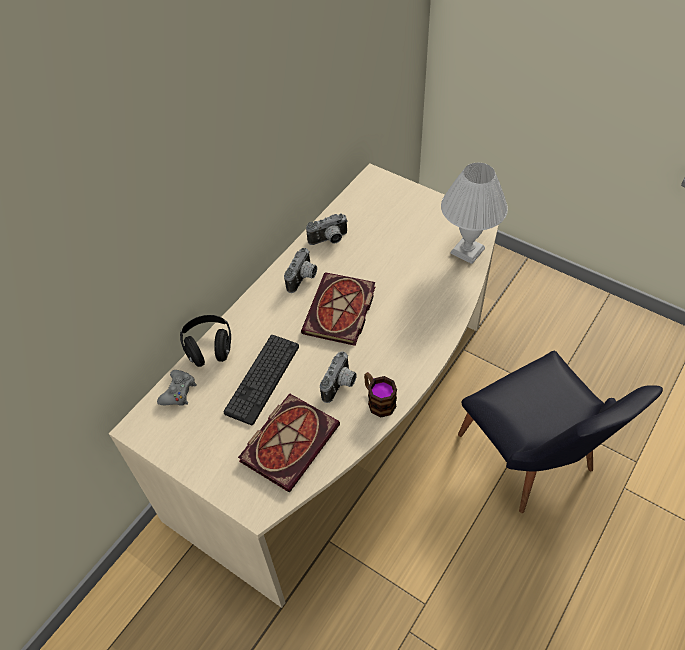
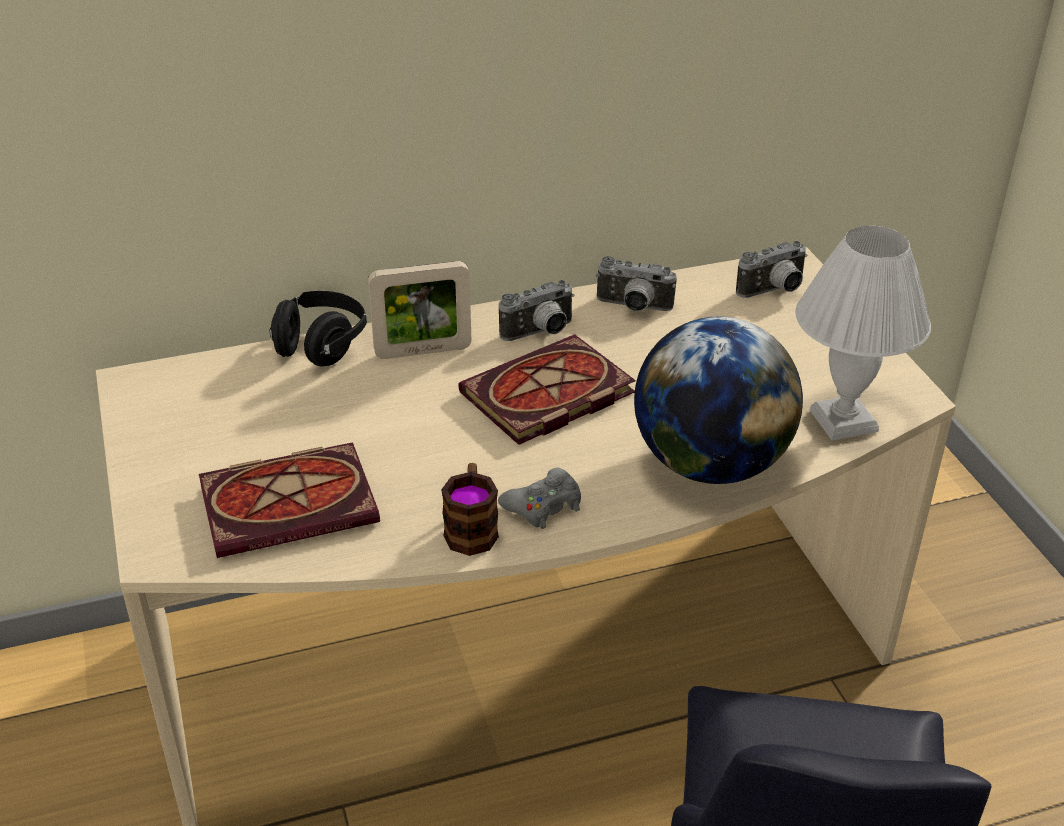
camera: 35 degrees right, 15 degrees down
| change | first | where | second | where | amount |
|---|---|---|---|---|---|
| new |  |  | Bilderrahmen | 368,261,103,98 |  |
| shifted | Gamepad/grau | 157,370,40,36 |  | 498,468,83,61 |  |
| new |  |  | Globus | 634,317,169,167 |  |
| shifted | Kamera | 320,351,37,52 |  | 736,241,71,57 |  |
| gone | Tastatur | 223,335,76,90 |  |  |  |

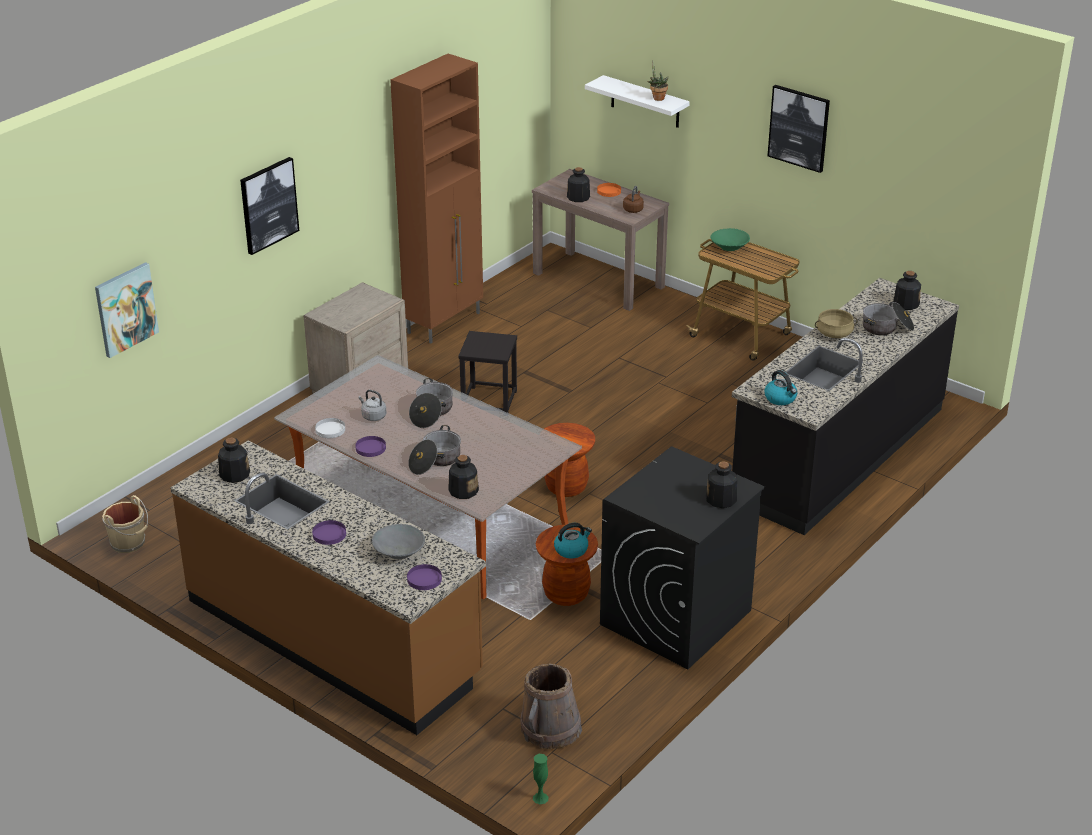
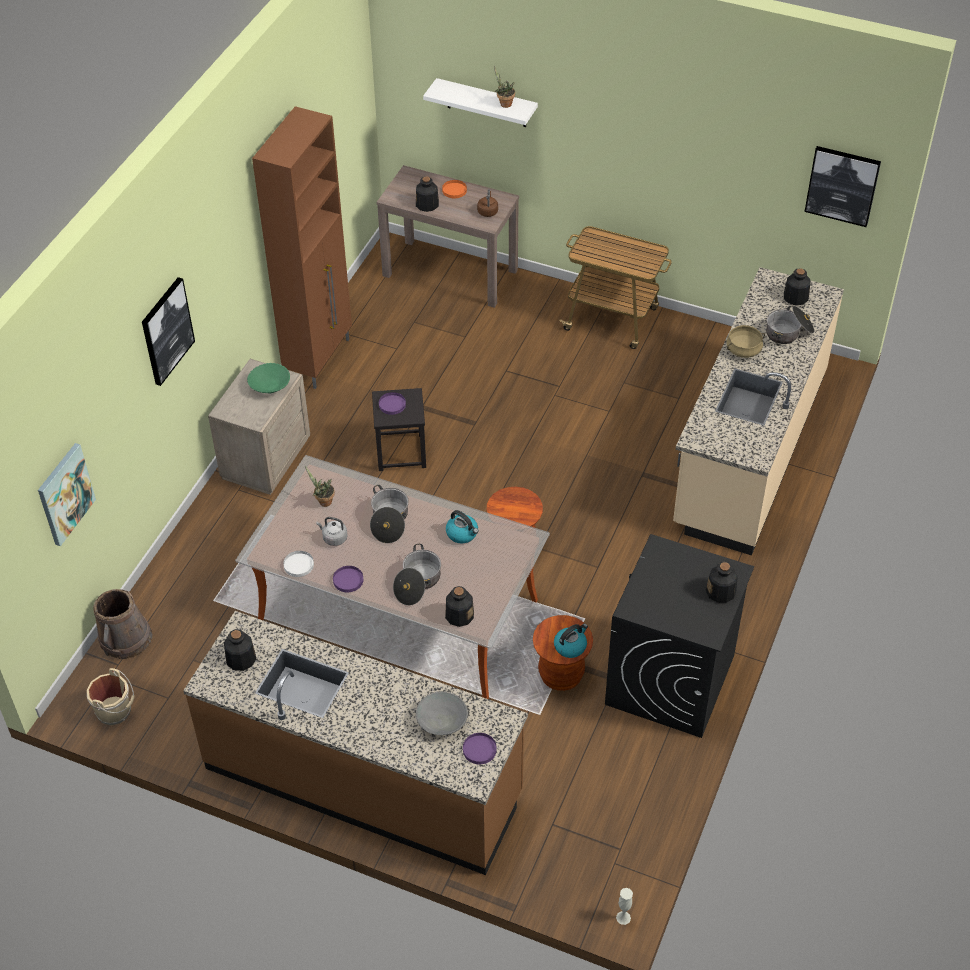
camera: 15 degrees left, 15 degrees up
| change | first | where | second | where | amount |
|---|---|---|---|---|---|
| shifted | Eimer/braun | 520,664,62,85 |  | 93,589,60,70 |  |
| shifted | Schüssel/grün | 710,228,40,23 |  | 247,363,43,30 |  |
| new |  |  | Topfpflanze | 305,466,30,41 |  |
| shifted | Teller/lila | 312,520,34,25 |  | 379,392,27,23 |  |
| shifted | Wasserkessel | 764,370,33,35 |  | 446,510,32,33 |  |
| repainted | Vase/grün | 533,754,15,50 | Vase/weiß | 616,888,17,37 |  |
| repainted | Küchenzeile/schwarz | 732,278,227,257 | Küchenzeile/beige | 673,267,171,288 |  |
| shifted | Bild | 767,85,63,88 |  | 804,146,77,81 |  |

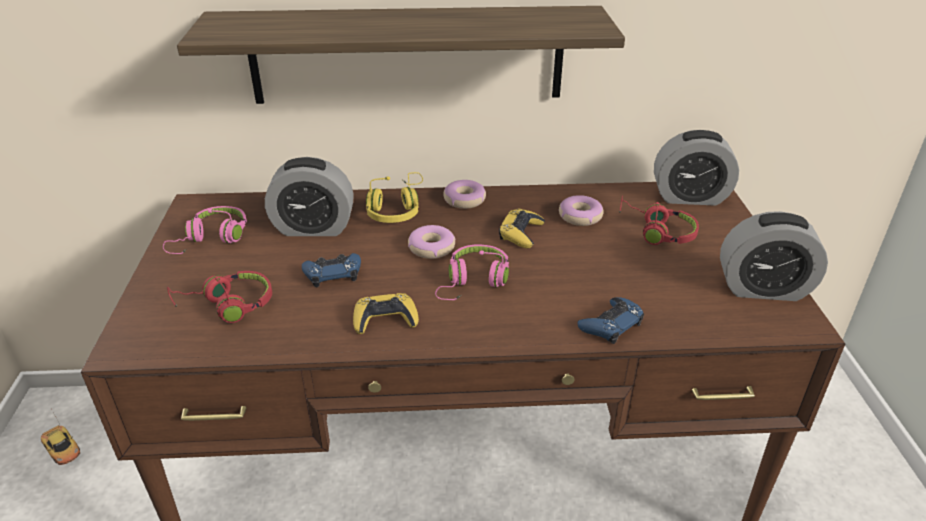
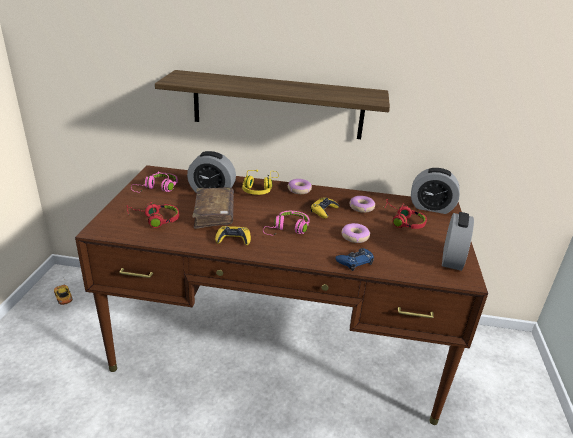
camera: 10 degrees right, 5 degrees down
| change | first | where | second | where | amount |
|---|---|---|---|---|---|
| swapped | Gamepad/blau | 302,253,59,34 | Buch/braun | 192,187,42,42 |  |
| shifted | Donut | 408,225,47,34 |  | 342,223,28,20 |  |
| rotated | Wecker | 720,211,108,90 |  | 442,212,32,59 | 90 degrees counterclockwise |

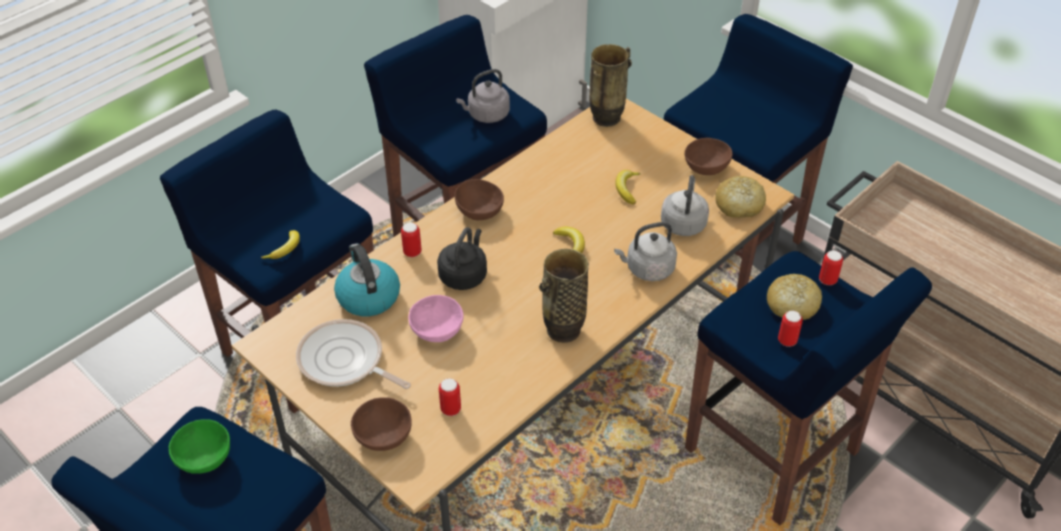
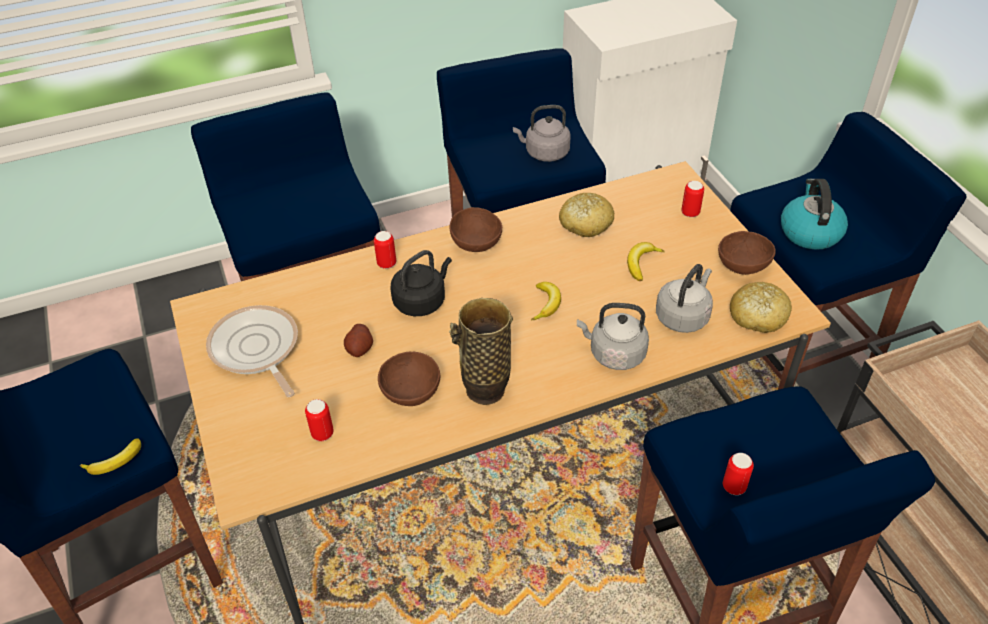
camera: 25 degrees right, 0 degrees up
| change | first | where | second | where | amount |
|---|---|---|---|---|---|
| shifted | Banane | 261,230,39,29 |  | 80,438,61,37 |  |
| swapped | Schüssel/rosa | 408,295,56,47 | Kartoffel | 344,324,29,33 |  |
| shifted | Schüssel/braun | 351,397,61,54 |  | 378,352,62,54 |  |
| shifted | Brot | 767,274,55,46 |  | 559,193,55,44 |  |
| shifted | Dose | 819,250,24,35 |  | 681,181,23,36 |  |
| shifted | Wasserkessel | 334,243,66,73 |  | 781,179,67,71 |  |
| gone | Schüssel/grün | 169,419,61,55 |  |  |  |
| gone | Vase | 589,44,43,83 |  |  |  |

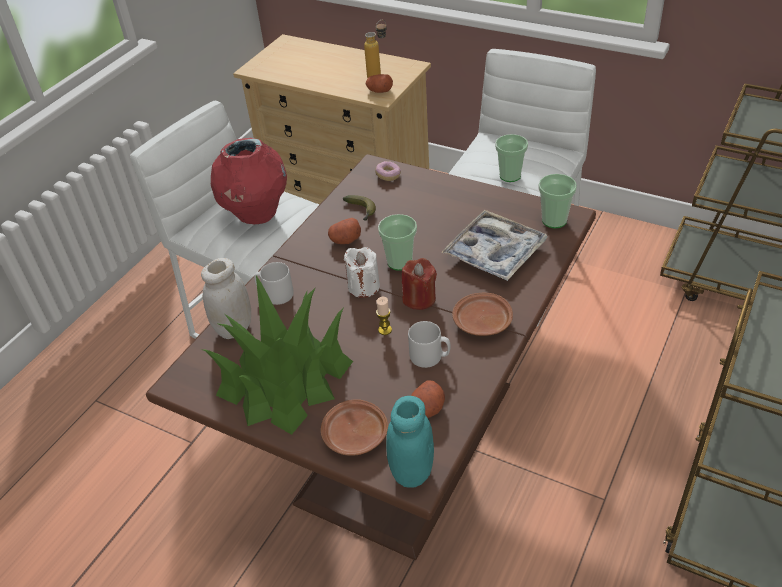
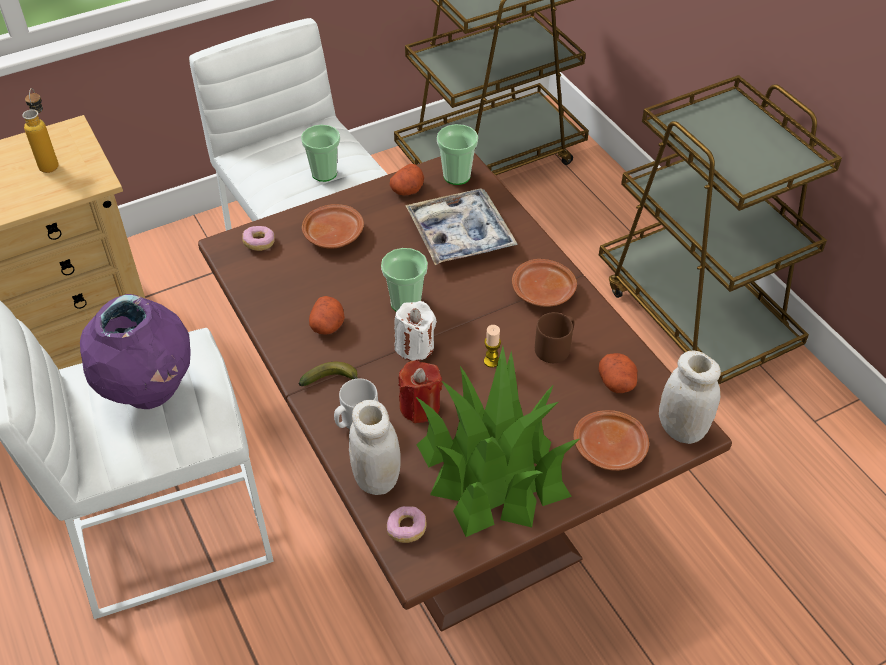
camera: 60 degrees left, 5 degrees up
| change | first | where | second | where | amount |
|---|---|---|---|---|---|
| repainted | Vase/rot | 211,138,76,86 | Vase/lila | 80,294,111,115 |  |
| shifted | Banane | 343,195,33,26 |  | 299,362,59,24 |  |
| new |  |  | Teller/braun | 302,204,62,45 |  |
| new |  |  | Donut | 387,506,40,37 |  |
| shifted | Kartoffel | 366,74,27,19 |  | 390,164,34,32 |  |
| shifted | Kerze/rot | 402,258,35,52 |  | 398,360,45,63 |  |
| repainted | Henkelbecher/grau | 408,321,42,47 | Henkelbecher/braun | 535,312,39,51 |  |
| repainted | Vorratsglas/türkis | 386,396,48,92 | Vorratsglas/weiß | 659,351,62,93 |  |

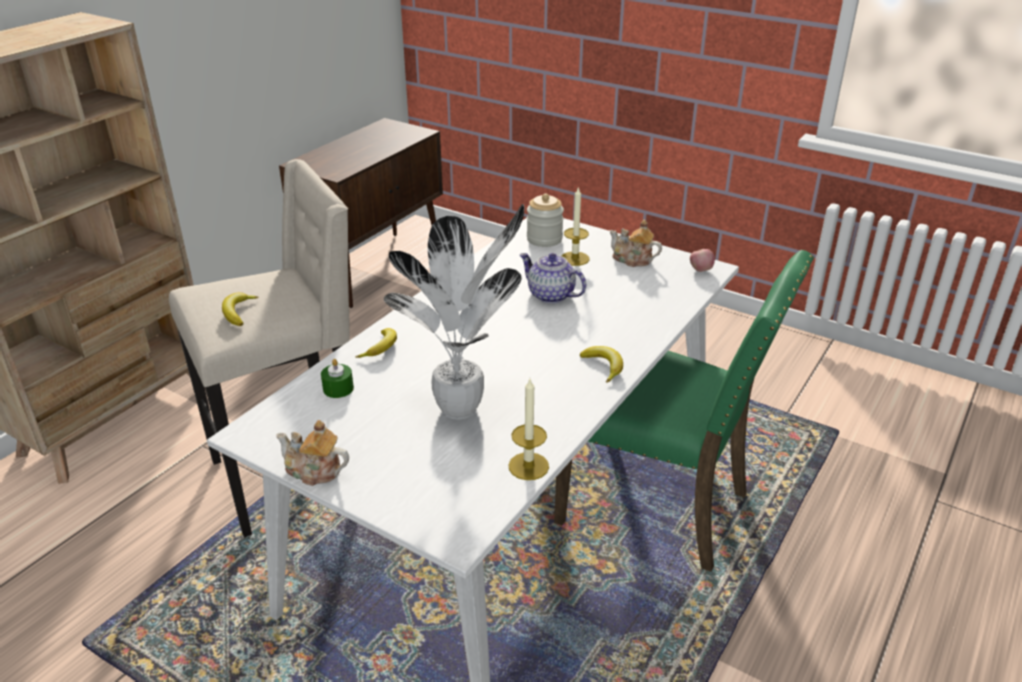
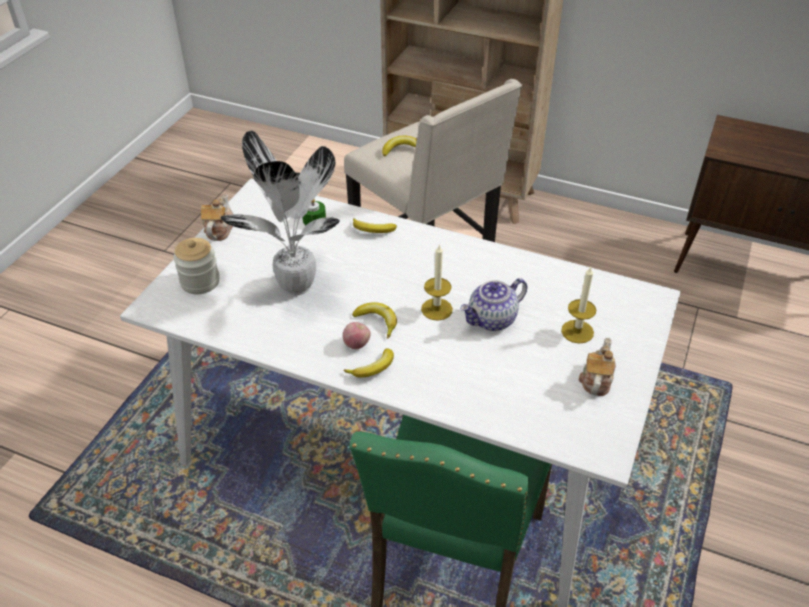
camera: 80 degrees right, 10 degrees up
| change | first | where | second | where | amount |
|---|---|---|---|---|---|
| shifted | Vorratsglas | 527,193,37,54 |  | 173,238,47,56 |  |
| shifted | Apfel | 690,249,25,23 |  | 343,322,28,27 |  |
| new |  |  | Banane | 352,302,45,36 |  |
| shifted | Kerze | 508,379,41,101 |  | 421,244,32,77 |  |
| rotated | Teekanne | 519,253,67,51 |  | 460,278,67,53 | 150 degrees counterclockwise |

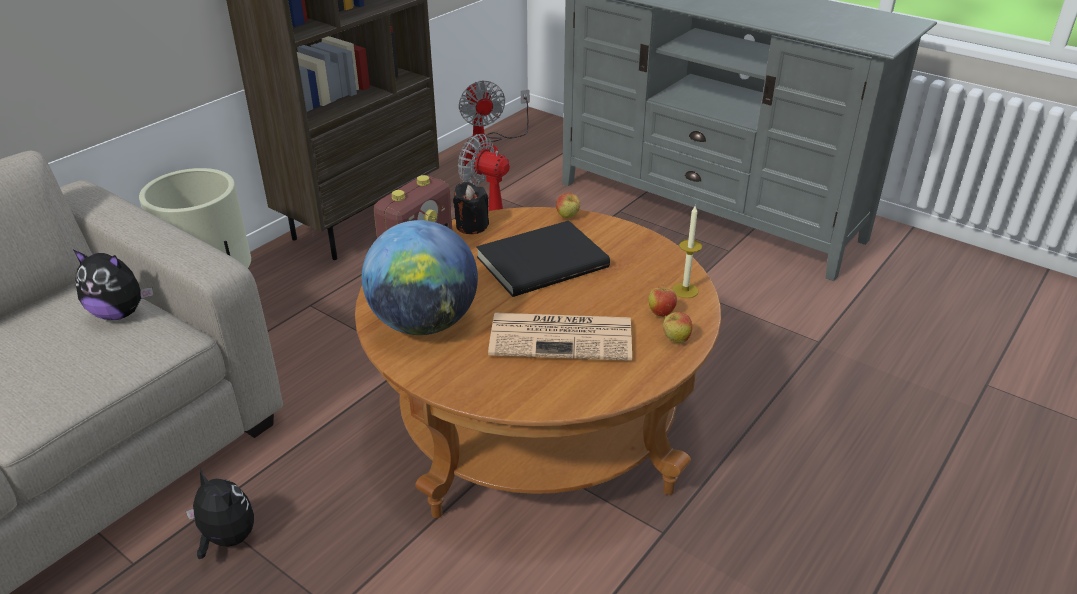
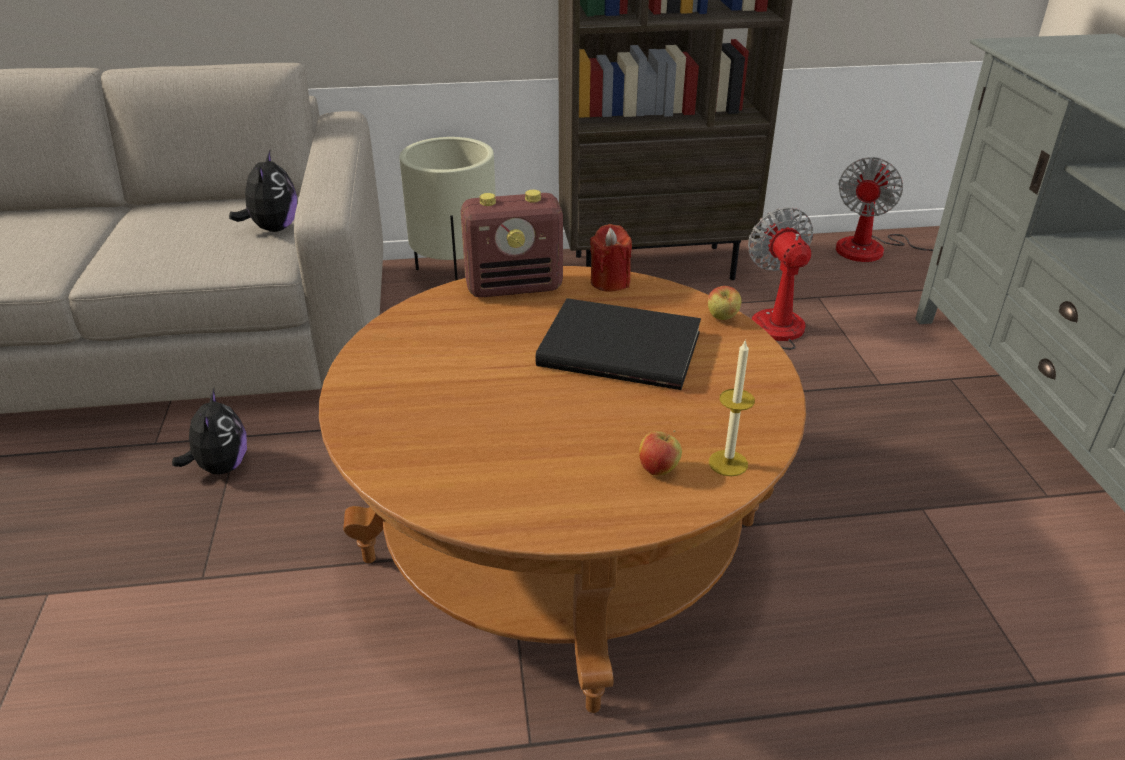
camera: 45 degrees right, 0 degrees up
| change | first | where | second | where | amount |
|---|---|---|---|---|---|
| rotated | Plüschtier | 74,250,79,70 |  | 229,150,68,82 | 150 degrees counterclockwise |
| repainted | Kerze/schwarz | 453,182,36,52 | Kerze/rot | 590,224,42,68 |  |
| gone | Globus | 362,220,116,115 |  |  |  |
| gone | Zeitung | 488,313,144,48 |  |  |  |
| gone | Apfel | 663,312,29,31 |  |  |  |

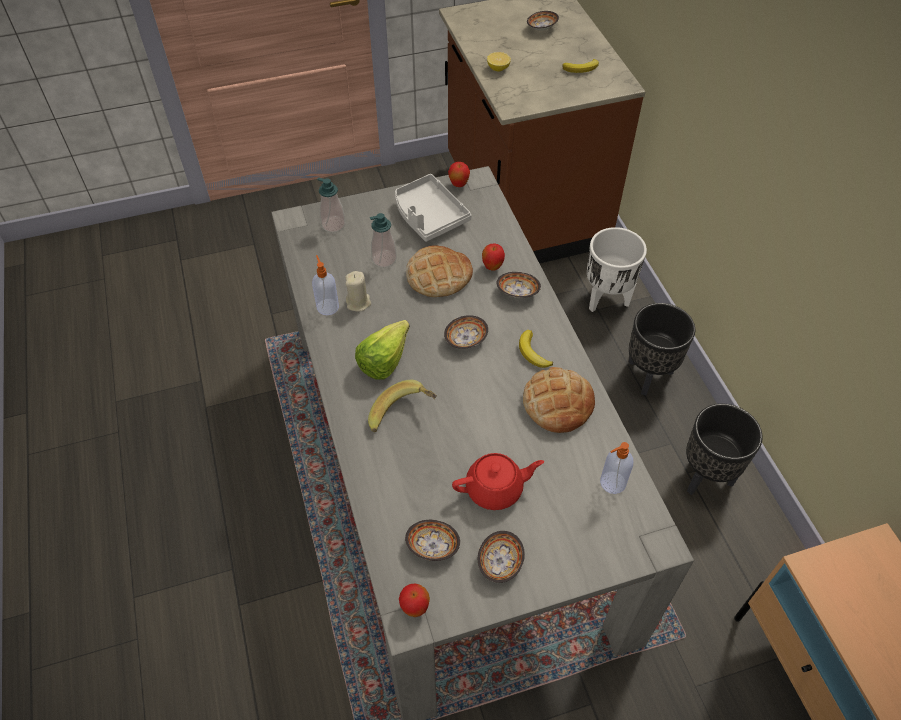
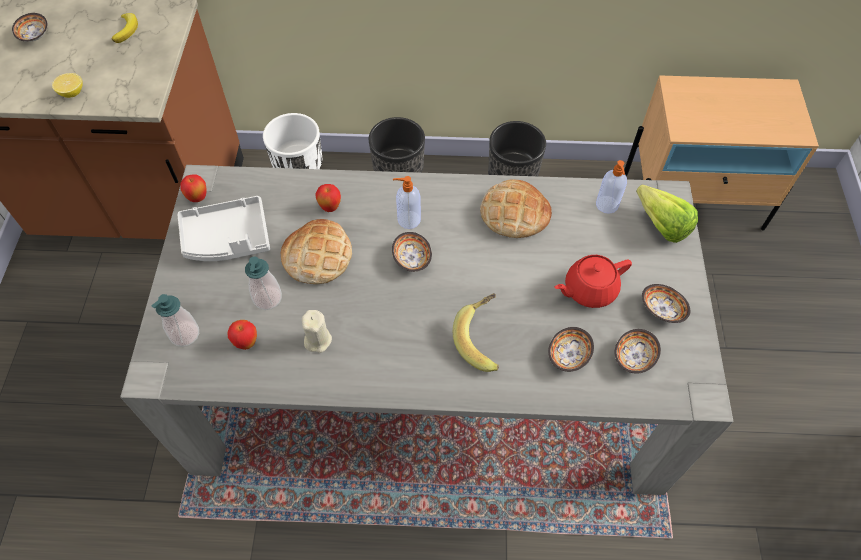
camera: 70 degrees left, 5 degrees up
| change | first | where | second | where | amount |
|---|---|---|---|---|---|
| shifted | Apfel | 399,583,31,34 |  | 227,320,30,30 |  |
| shifted | Seifenspender | 312,255,27,60 |  | 393,176,28,53 |  |
| shifted | Schüssel | 496,272,45,26 |  | 548,327,46,45 |  |
| rotated | Teekanne/rot | 452,453,92,57 |  | 554,255,78,53 | 120 degrees counterclockwise |
| shifted | Salatkopf | 355,320,55,60 |  | 636,184,62,59 |  |
| gone | Banane | 519,330,34,38 |  |  |  |

